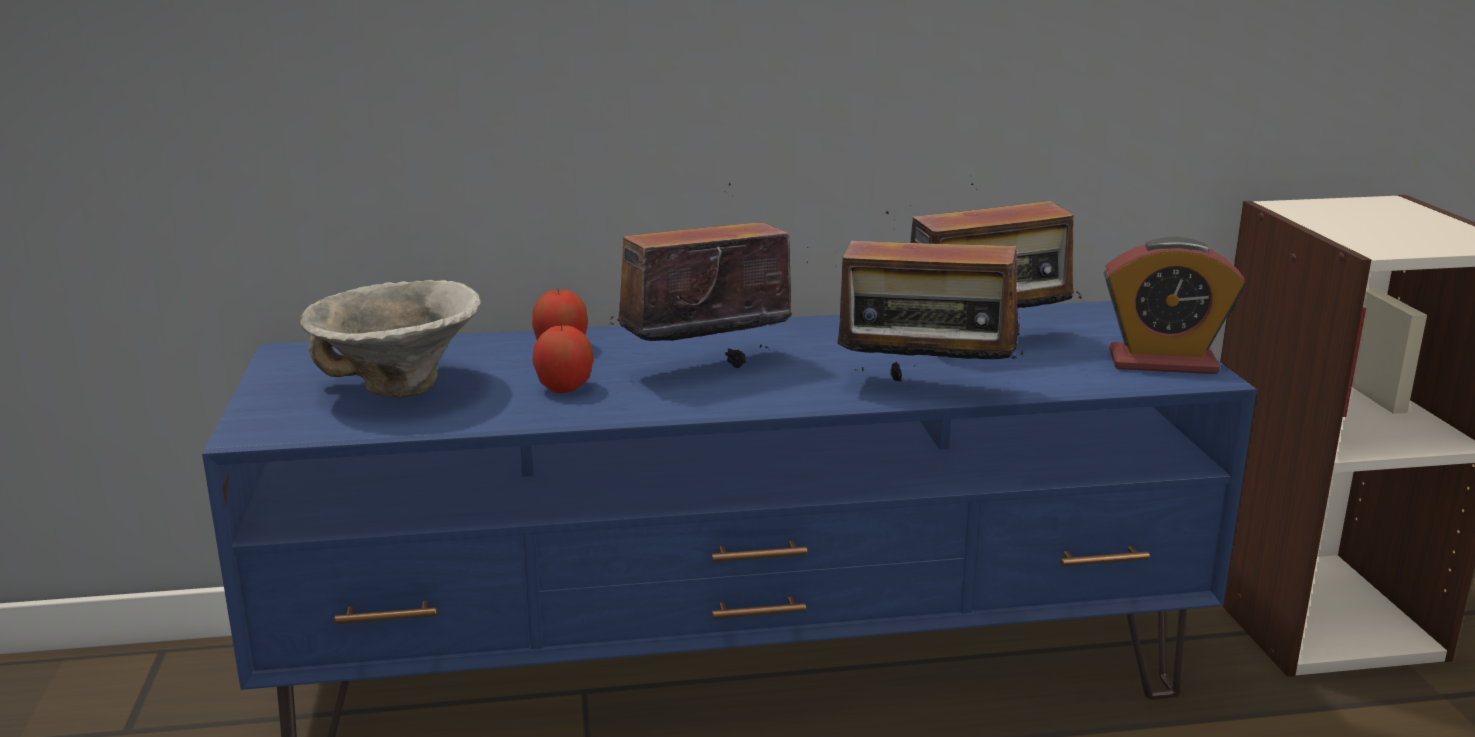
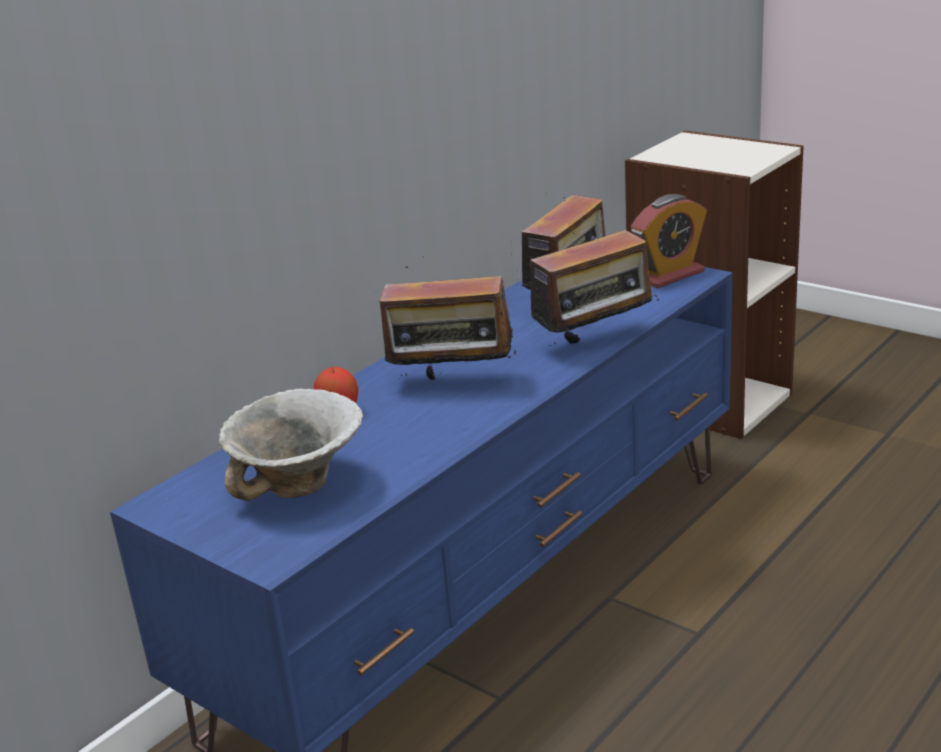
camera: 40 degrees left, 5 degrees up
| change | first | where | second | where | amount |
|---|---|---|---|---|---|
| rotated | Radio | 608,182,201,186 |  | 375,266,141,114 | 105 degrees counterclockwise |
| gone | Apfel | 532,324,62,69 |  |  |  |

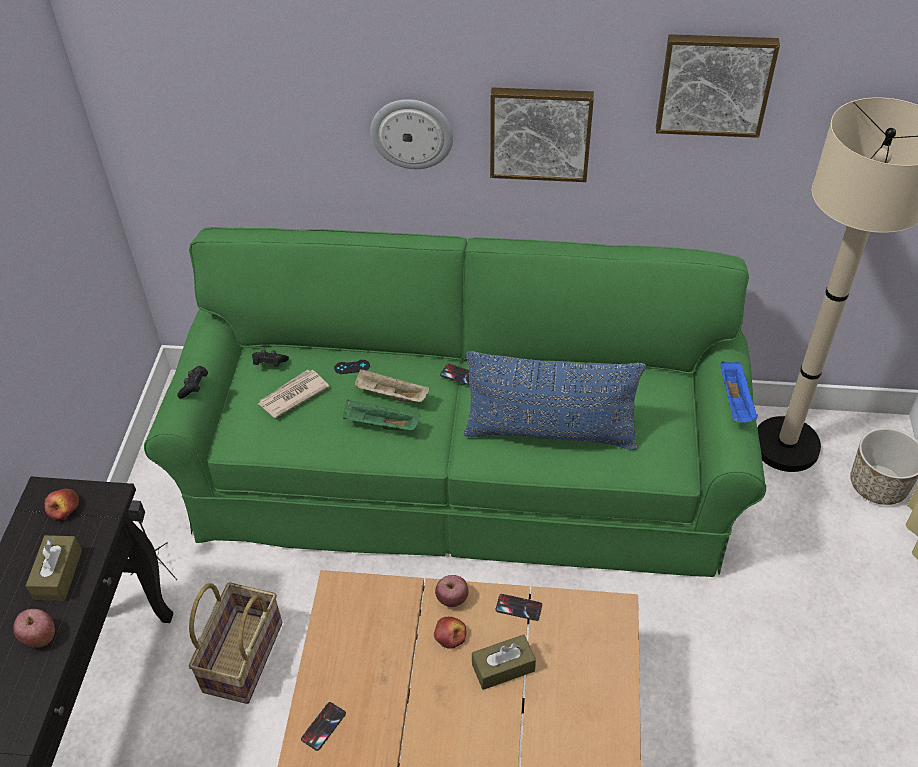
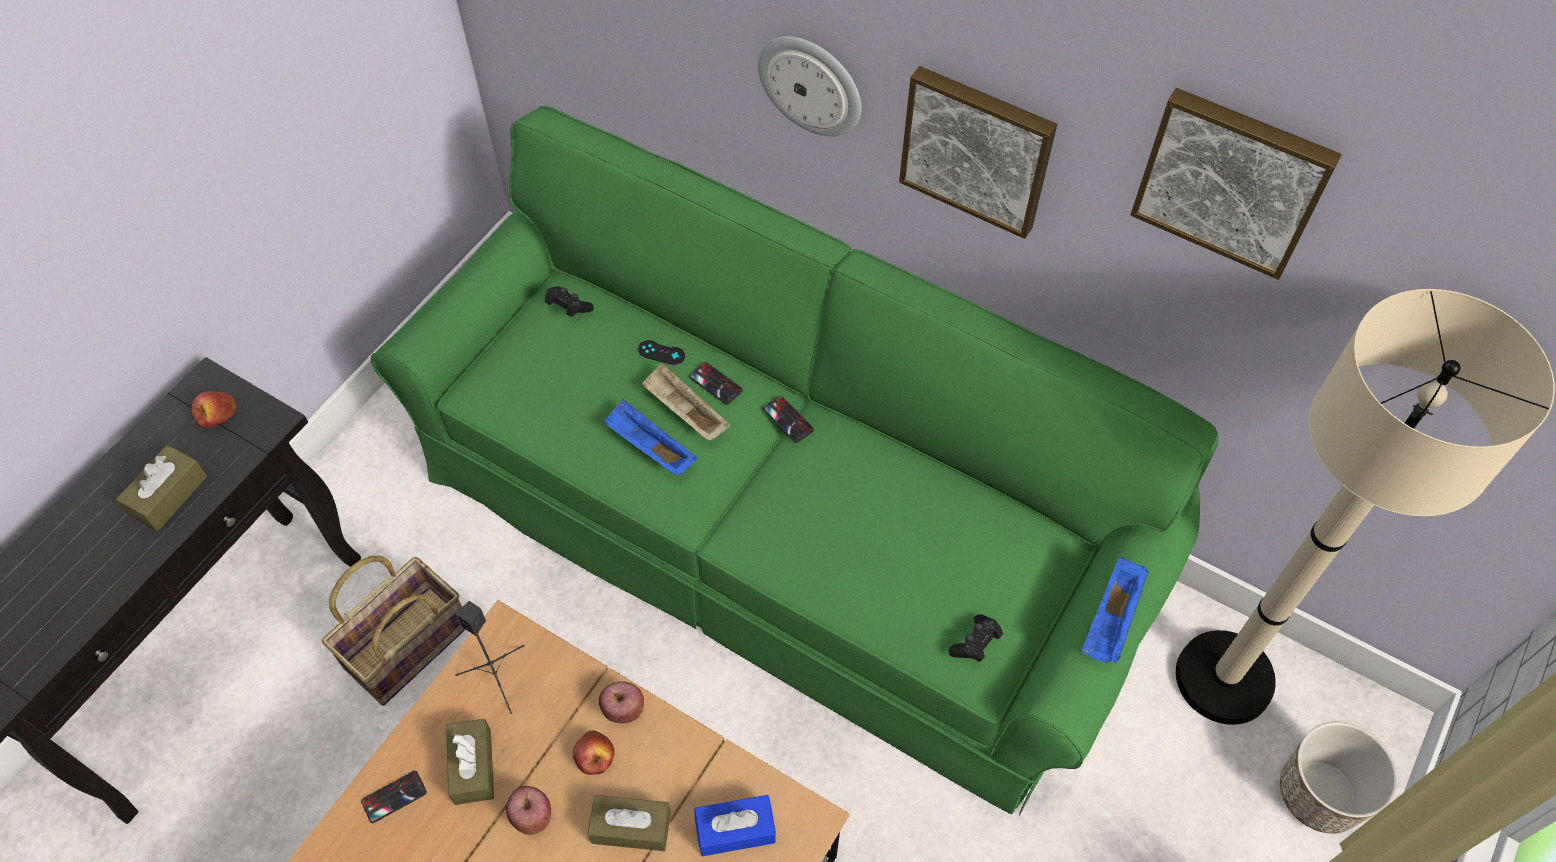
camera: 25 degrees right, 10 degrees up
| change | first | where | second | where | amount |
|---|---|---|---|---|---|
| new |  |  | Taschentuchbox/braun | 446,719,48,86 |  |
| shifted | Lautsprecher/schwarz | 128,500,49,80 |  | 455,601,69,113 |  |
| shifted | Apfel | 13,609,42,39 |  | 506,786,45,49 |  |
| repainted | Tablett/grün | 343,400,77,31 | Tablett/blau | 604,400,93,75 |  |
| shifted | Handy | 495,594,47,27 |  | 689,362,54,43 |  |
| new |  |  | Taschentuchbox/blau | 694,795,82,61 |  |
| shifted | Gamepad/schwarz | 177,366,31,33 |  | 949,614,54,48 |  |
| gone | Zeitung | 258,370,71,48 |  |  |  |
| gone | Kissen/blau | 463,351,183,99 |  |  |  |

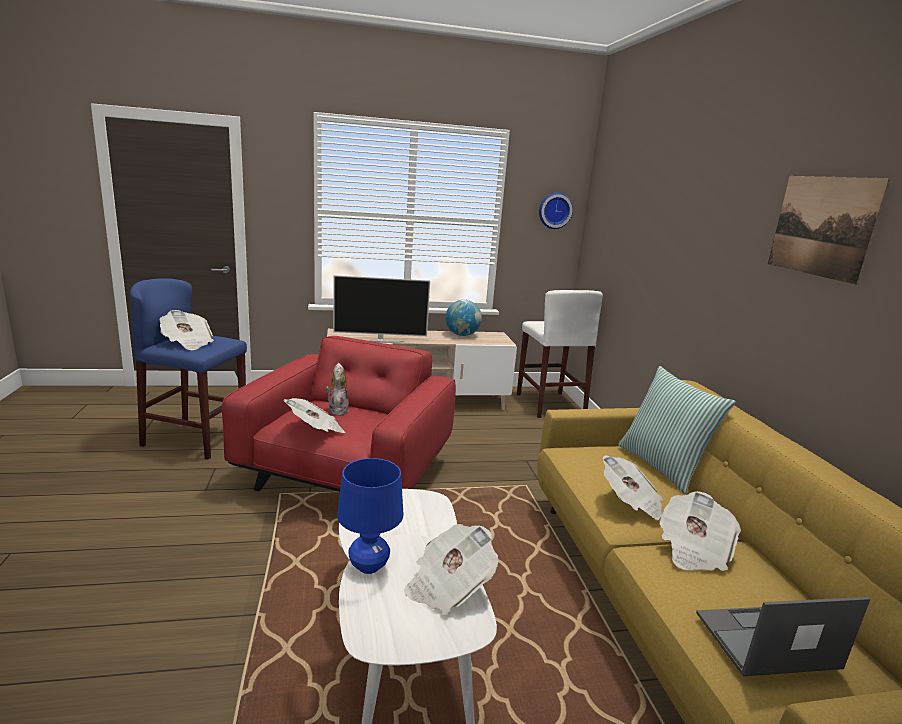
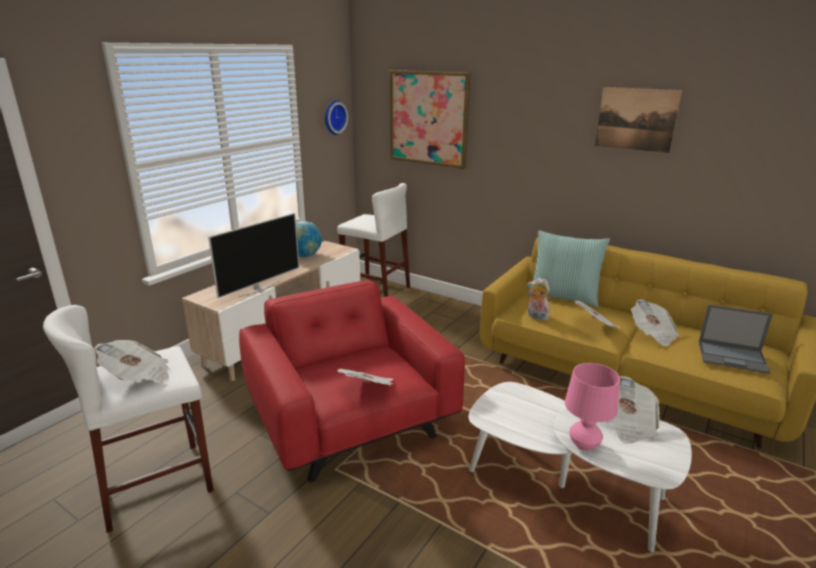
camera: 45 degrees left, 5 degrees up
| change | first | where | second | where | amount |
|---|---|---|---|---|---|
| repainted | Hocker/blau | 130,278,117,181 | Hocker/weiß | 43,305,171,228 |  |
| new |  |  | Bild | 390,70,81,99 |  |
| shifted | Plüschtier | 326,363,23,53 |  | 527,278,23,43 |  |
| repainted | Tischlampe/blau | 337,458,66,116 | Tischlampe/rosa | 565,363,55,88 |  |
| rotated | Laptop | 696,597,174,80 |  | 699,304,74,70 | 105 degrees counterclockwise |

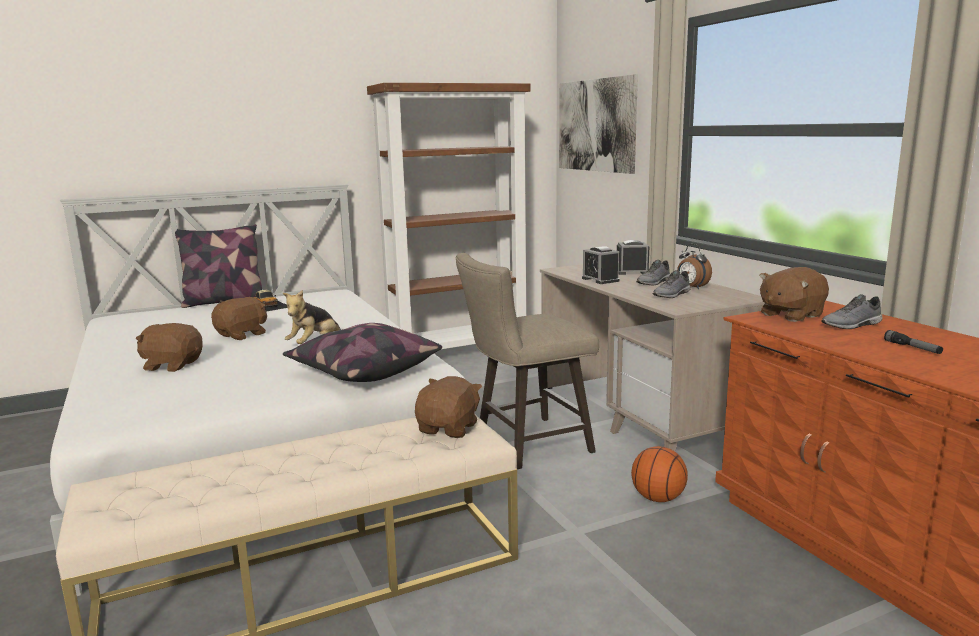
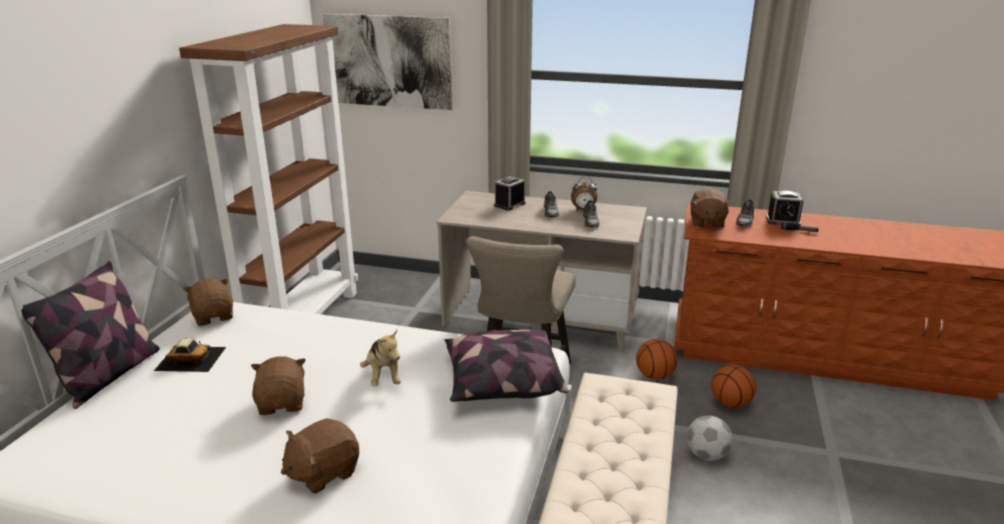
camera: 50 degrees left, 10 degrees up
| change | first | where | second | where | amount |
|---|---|---|---|---|---|
| shifted | Plüschtier/braun | 415,376,67,62 |  | 183,278,50,48 |  |
| new |  |  | Fußball | 687,415,45,46 |  |
| new |  |  | Basketball | 711,364,45,44 |  |
| shifted | Wecker | 582,246,37,38 |  | 766,191,37,35 |  |

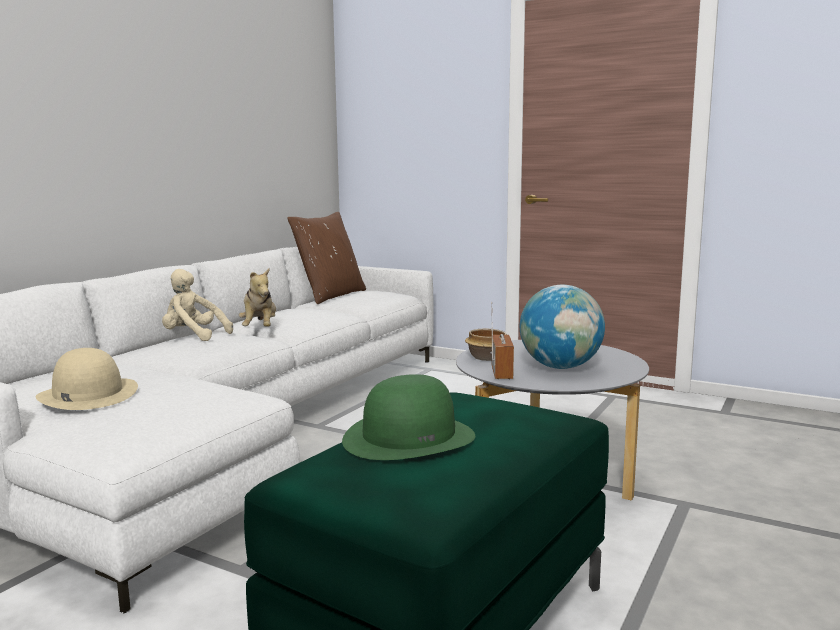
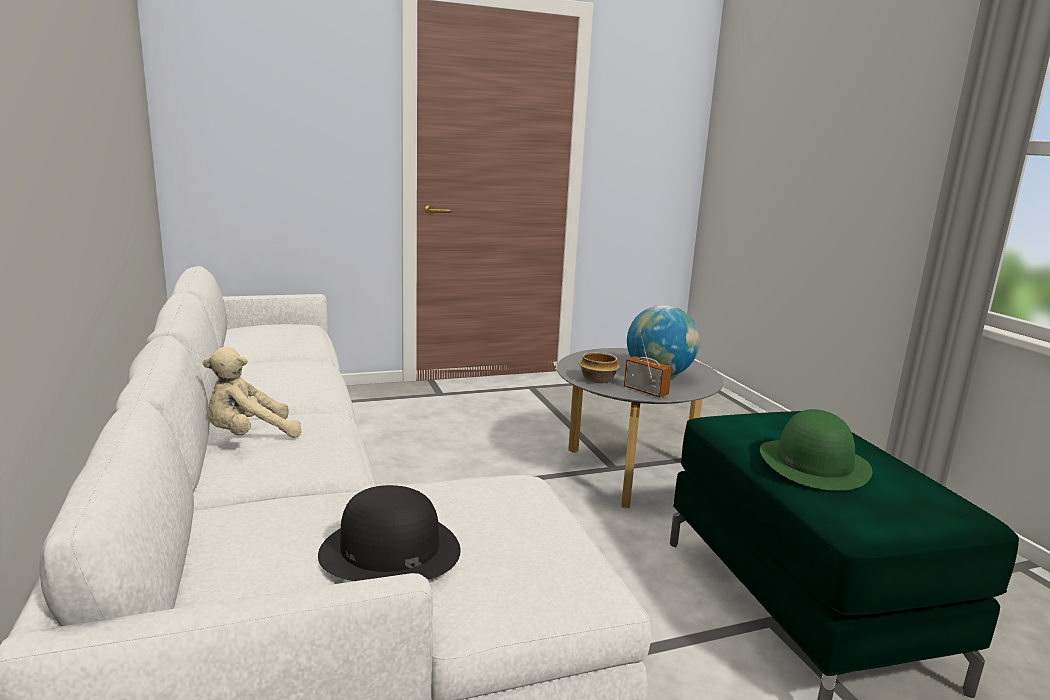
camera: 50 degrees left, 5 degrees up
| change | first | where | second | where | amount |
|---|---|---|---|---|---|
| repainted | Hut/beige | 36,348,102,62 | Hut/schwarz | 318,485,143,96 |  |
| gone | Plüschtier | 239,269,37,58 |  |  |  |
| gone | Kissen/braun | 287,212,79,92 |  |  |  |

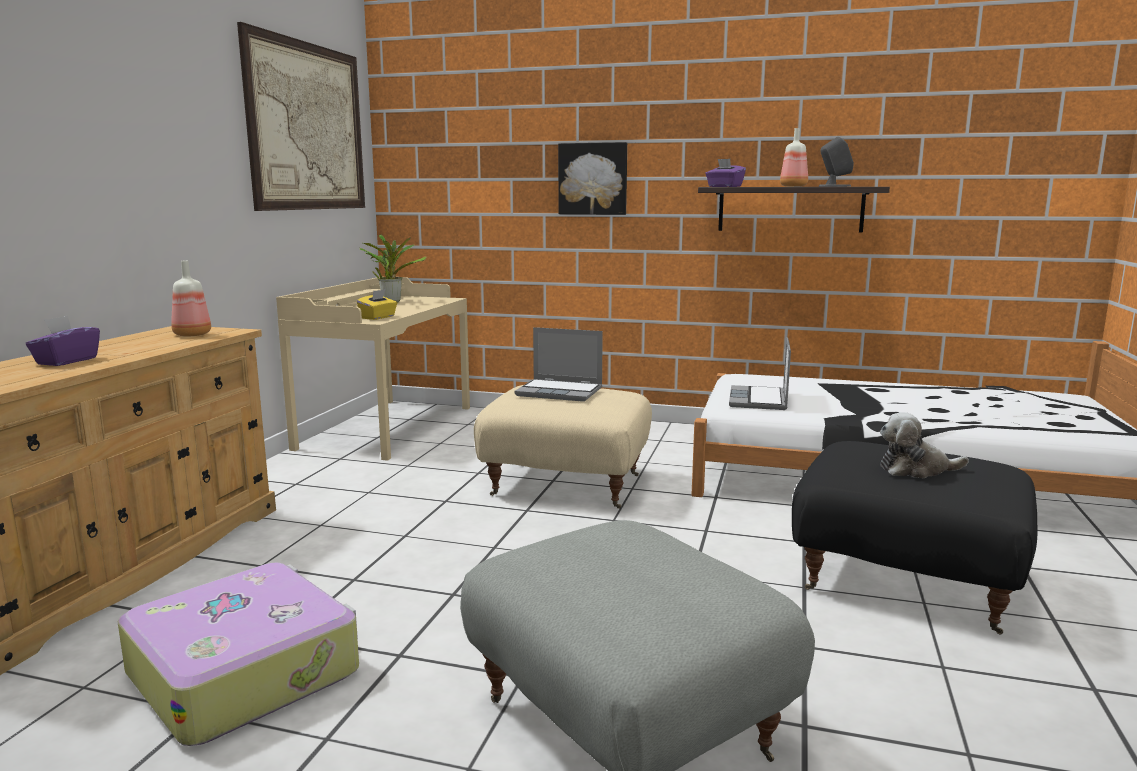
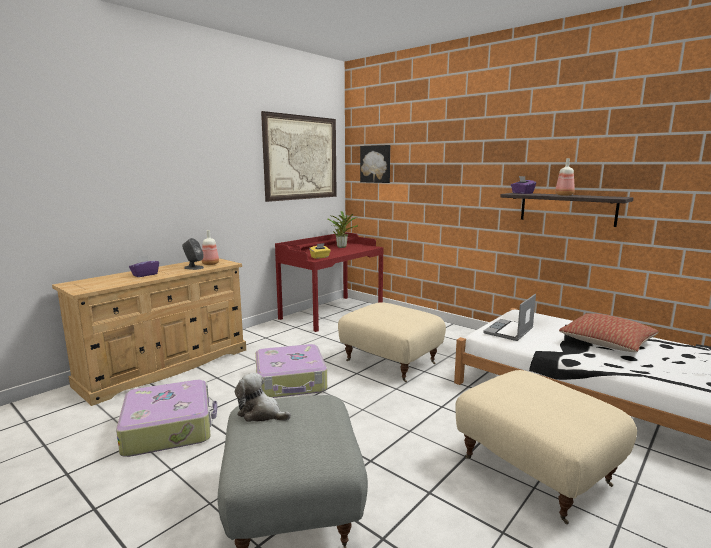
camera: 25 degrees right, 0 degrees up
| change | first | where | second | where | amount |
|---|---|---|---|---|---|
| shifted | Lautsprecher/grau | 819,137,35,50 |  | 182,238,22,32 |  |
| shifted | Plüschtier | 880,412,89,66 |  | 235,373,56,49 |  |
| new |  |  | Koffer | 255,344,72,54 |  |
| repainted | Schreibtisch/beige | 276,277,194,184 | Schreibtisch/rot | 275,232,108,100 |  |
| shifted | Bild | 558,142,69,73 |  | 360,145,30,38 |  |
| repainted | Polsterhocker/schwarz | 792,441,245,193 | Polsterhocker/beige | 455,370,182,154 |  |
| new |  |  | Kissen | 559,313,100,39 |  |
| gone | Laptop | 514,327,89,75 |  |  |  |

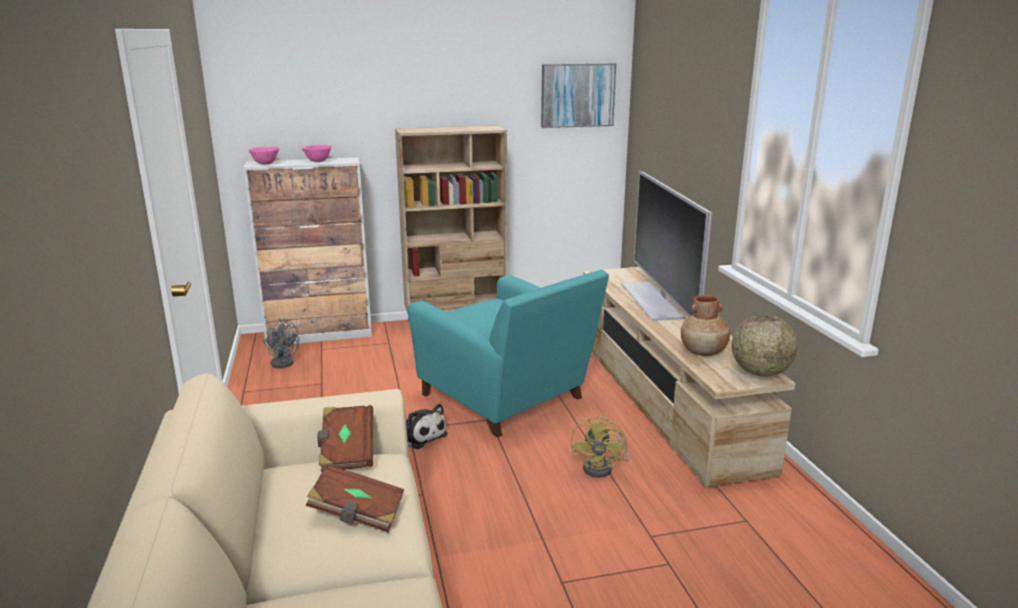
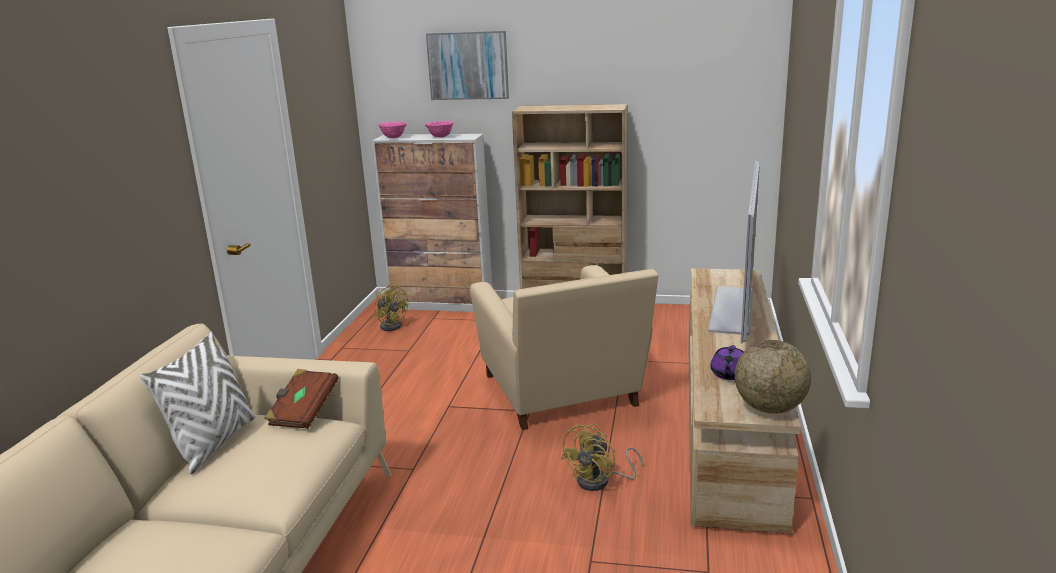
camera: 25 degrees right, 0 degrees up
| change | first | where | second | where | amount |
|---|---|---|---|---|---|
| new |  |  | Kissen/weiß | 140,332,116,142 |  |
| repainted | Ventilator/grau | 263,319,36,49 | Ventilator/gelb | 374,284,34,47 |  |
| shifted | Bild | 541,63,75,65 |  | 426,31,83,69 |  |
| repainted | Sessel/türkis | 407,270,202,167 | Sessel/beige | 470,265,188,165 |  |
| swapped | Vase/braun | 681,295,49,61 | Teekanne/lila | 710,345,34,35 |  |
| gone | Buch/braun | 306,464,98,68 |  |  |  |
| gone | Plüschtier | 406,404,42,45 |  |  |  |

